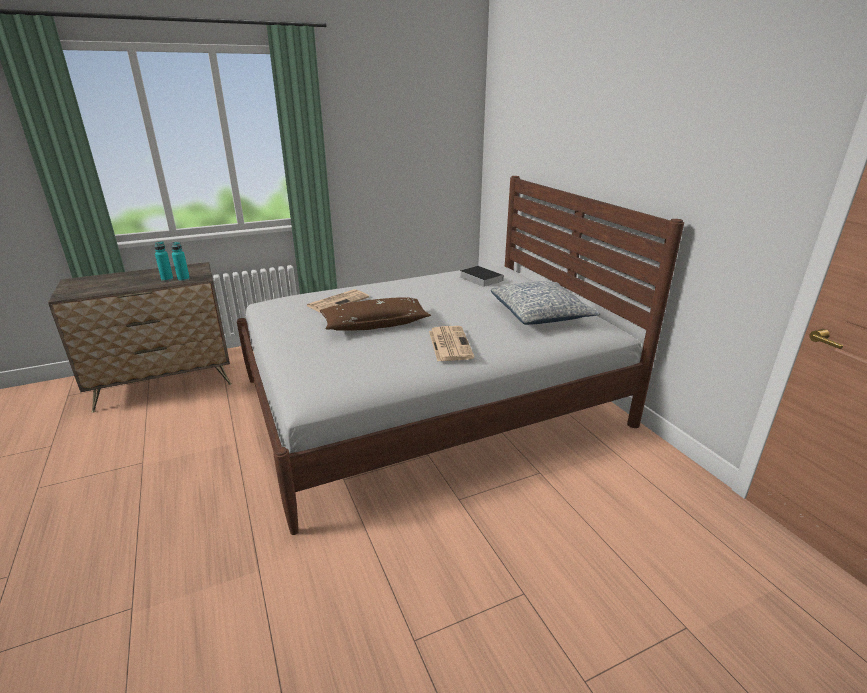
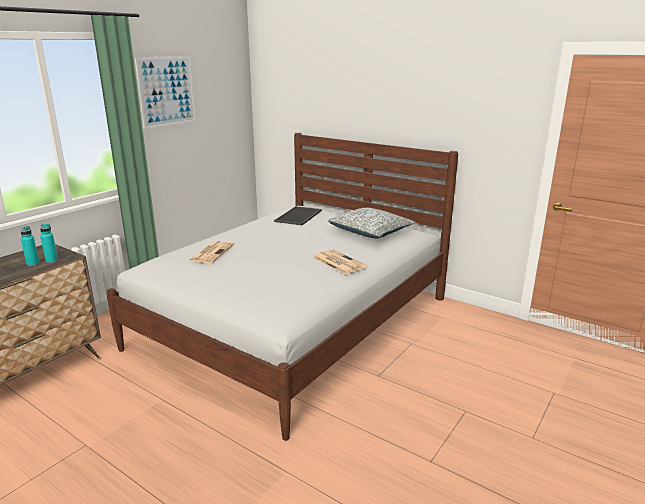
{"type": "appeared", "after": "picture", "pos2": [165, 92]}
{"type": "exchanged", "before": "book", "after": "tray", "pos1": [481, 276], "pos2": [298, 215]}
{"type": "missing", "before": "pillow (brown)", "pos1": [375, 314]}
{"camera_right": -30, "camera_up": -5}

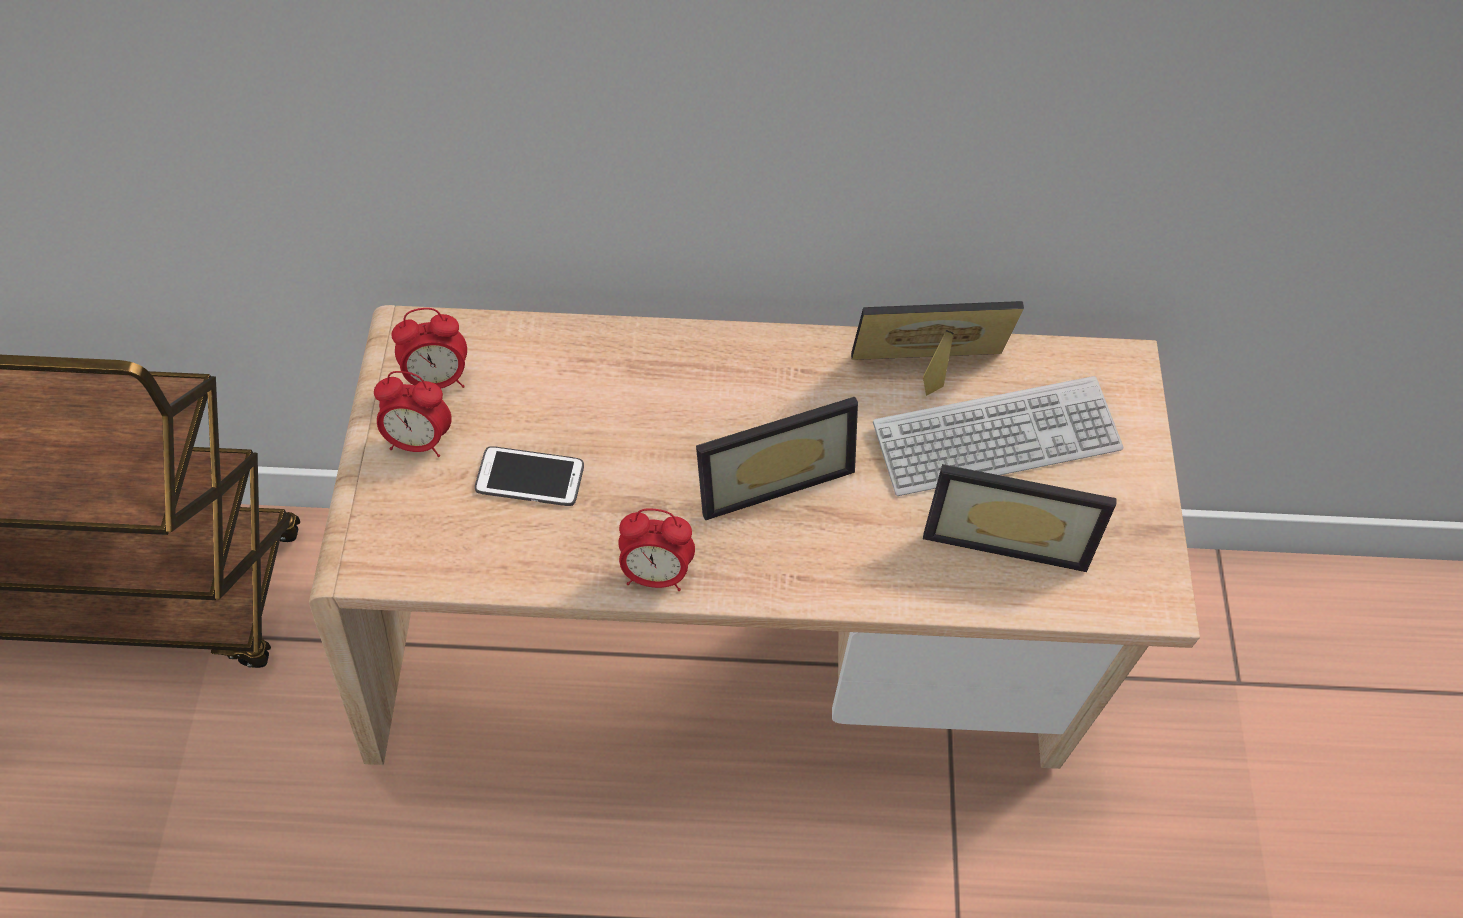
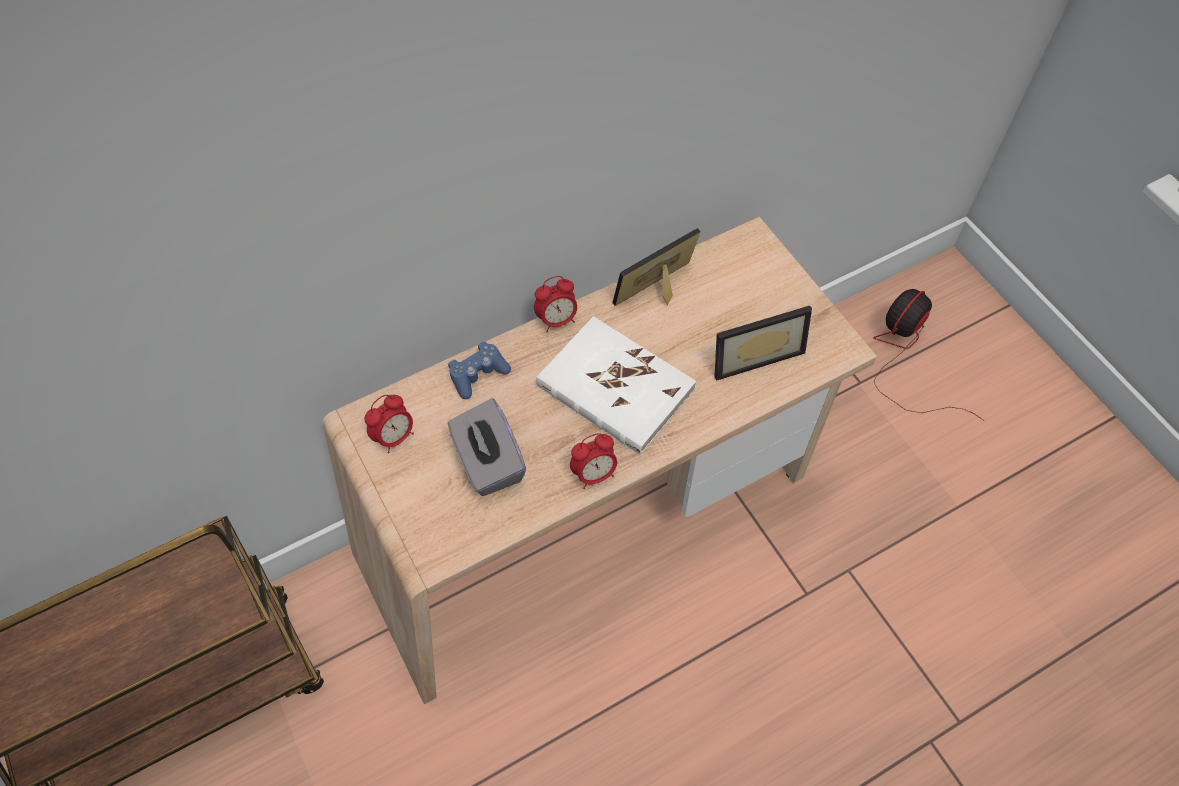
{"type": "exchanged", "before": "phone", "after": "tissue box (grey)", "pos1": [529, 476], "pos2": [486, 447]}
{"type": "appeared", "after": "game controller (blue)", "pos2": [479, 370]}
{"type": "relocated", "before": "alarm clock", "pos1": [413, 414], "pos2": [555, 304]}
{"type": "exchanged", "before": "picture frame", "after": "book (white)", "pos1": [777, 458], "pos2": [616, 385]}
{"type": "appeared", "after": "fan", "pos2": [929, 355]}
{"type": "missing", "before": "keyboard", "pos1": [998, 436]}
{"camera_right": -30, "camera_up": 0}

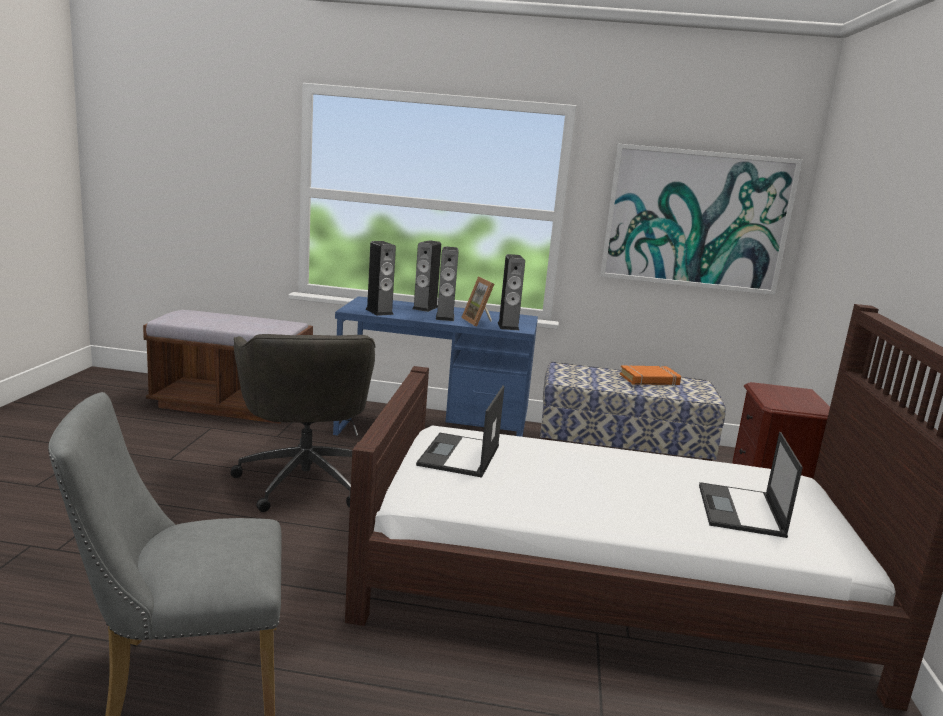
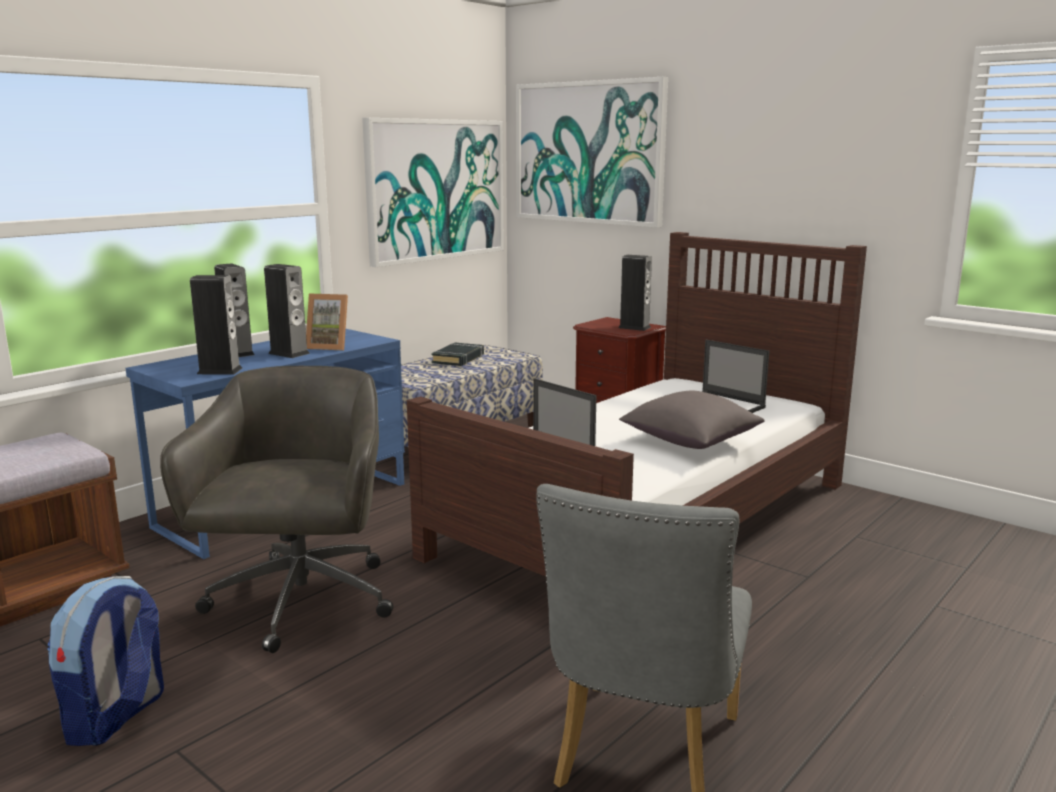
{"type": "appeared", "after": "backpack", "pos2": [105, 661]}
{"type": "spun", "before": "office chair (grey)", "pos1": [303, 423], "pos2": [276, 509], "turn": -105}
{"type": "colour", "before": "book (orange)", "after": "book (black)", "pos1": [650, 375], "pos2": [457, 354]}
{"type": "appeared", "after": "picture", "pos2": [592, 152]}
{"type": "relocated", "before": "speaker", "pos1": [511, 292], "pos2": [635, 293]}
{"type": "appeared", "after": "pillow (grey)", "pos2": [692, 420]}
{"camera_right": -55, "camera_up": 0}

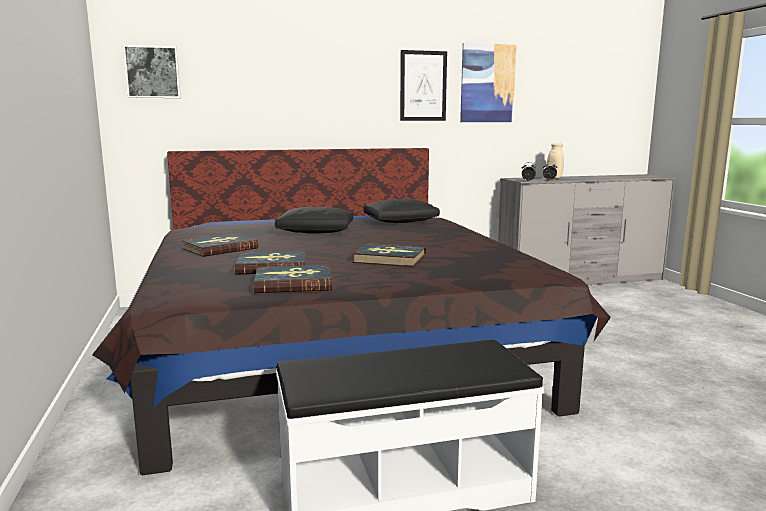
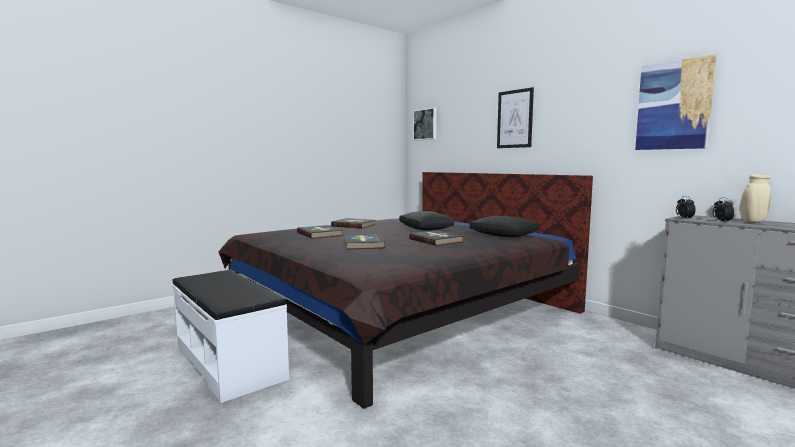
{"type": "relocated", "before": "book", "pos1": [292, 278], "pos2": [436, 238]}
{"type": "relocated", "before": "picture", "pos1": [423, 85], "pos2": [515, 117]}
{"camera_right": 65, "camera_up": -5}

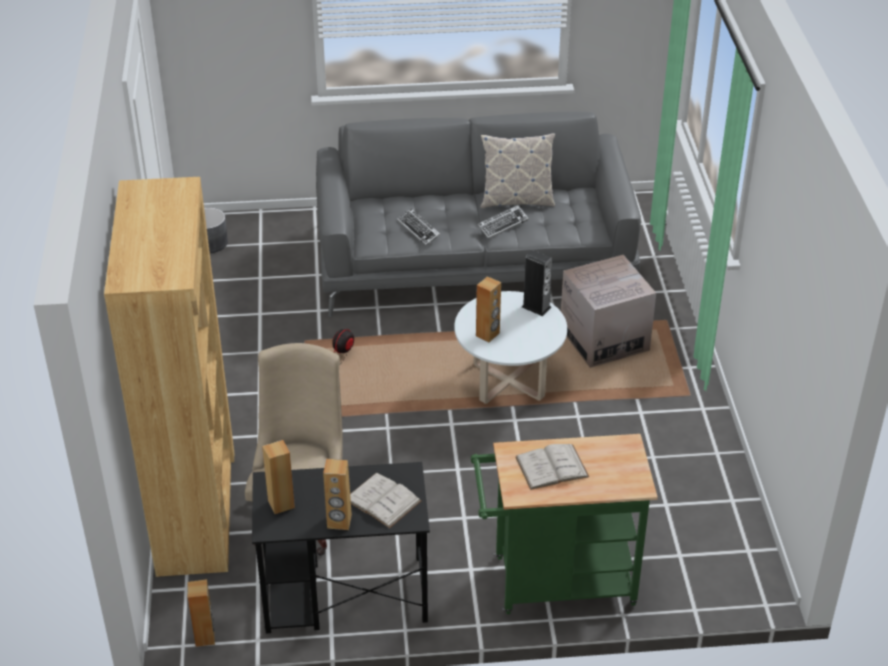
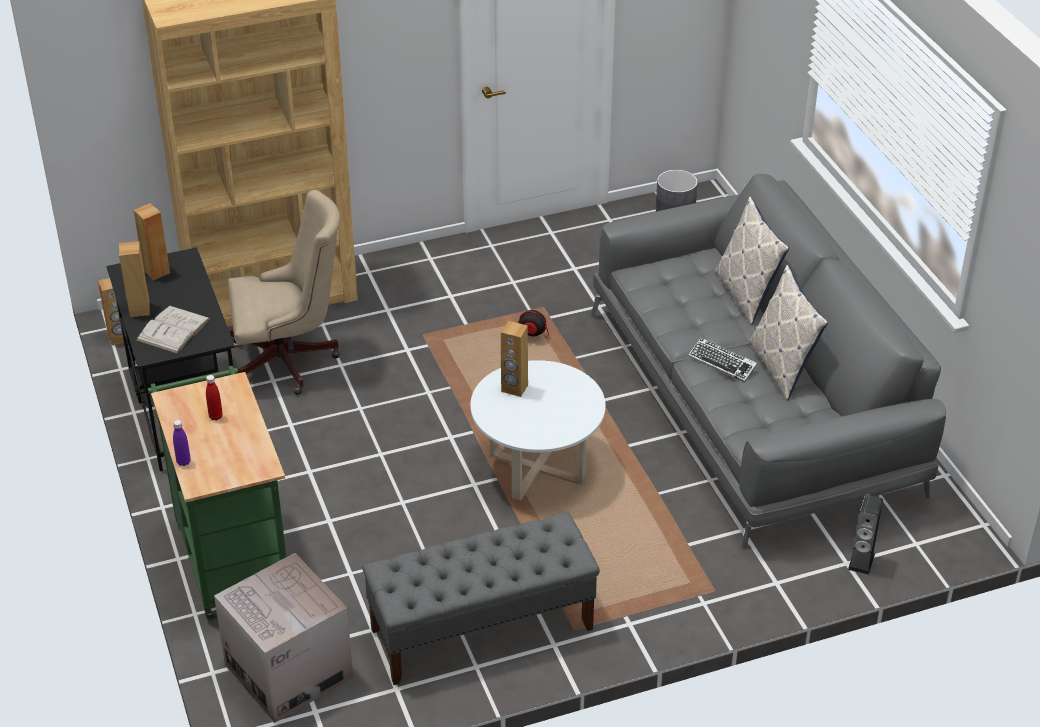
{"type": "appeared", "after": "bottle (purple)", "pos2": [182, 443]}
{"type": "exchanged", "before": "book (white)", "after": "bottle (red)", "pos1": [552, 467], "pos2": [214, 397]}
{"type": "relocated", "before": "cardboard box", "pos1": [608, 311], "pos2": [283, 638]}
{"type": "appeared", "after": "bench (grey)", "pos2": [481, 598]}
{"type": "appeared", "after": "pillow", "pos2": [752, 260]}
{"type": "relocated", "before": "speaker", "pos1": [537, 283], "pos2": [865, 534]}
{"type": "missing", "before": "keyboard", "pos1": [419, 227]}
{"camera_right": 75, "camera_up": 0}

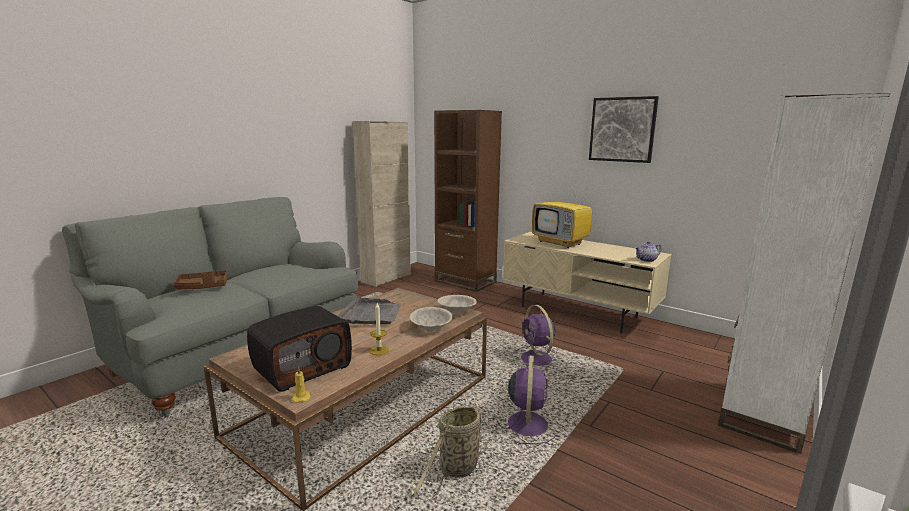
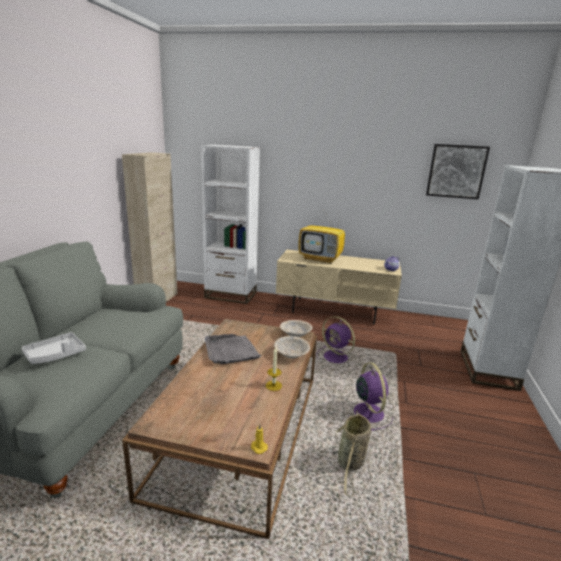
{"type": "colour", "before": "tray (brown)", "after": "tray (grey)", "pos1": [201, 279], "pos2": [53, 348]}
{"type": "colour", "before": "bookcase (brown)", "after": "bookcase (white)", "pos1": [468, 201], "pos2": [230, 224]}
{"type": "relocated", "before": "picture", "pos1": [624, 129], "pos2": [458, 171]}
{"type": "missing", "before": "radio", "pos1": [299, 349]}
{"camera_right": -25, "camera_up": 5}

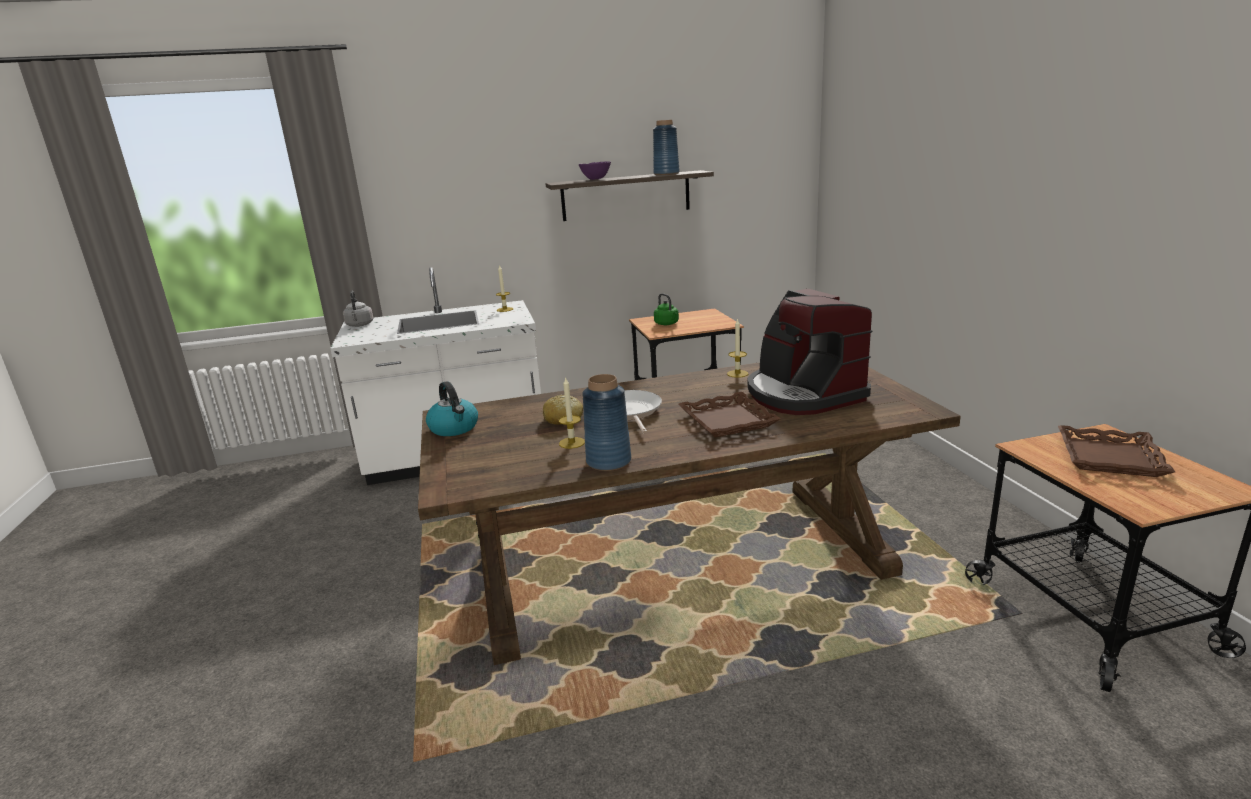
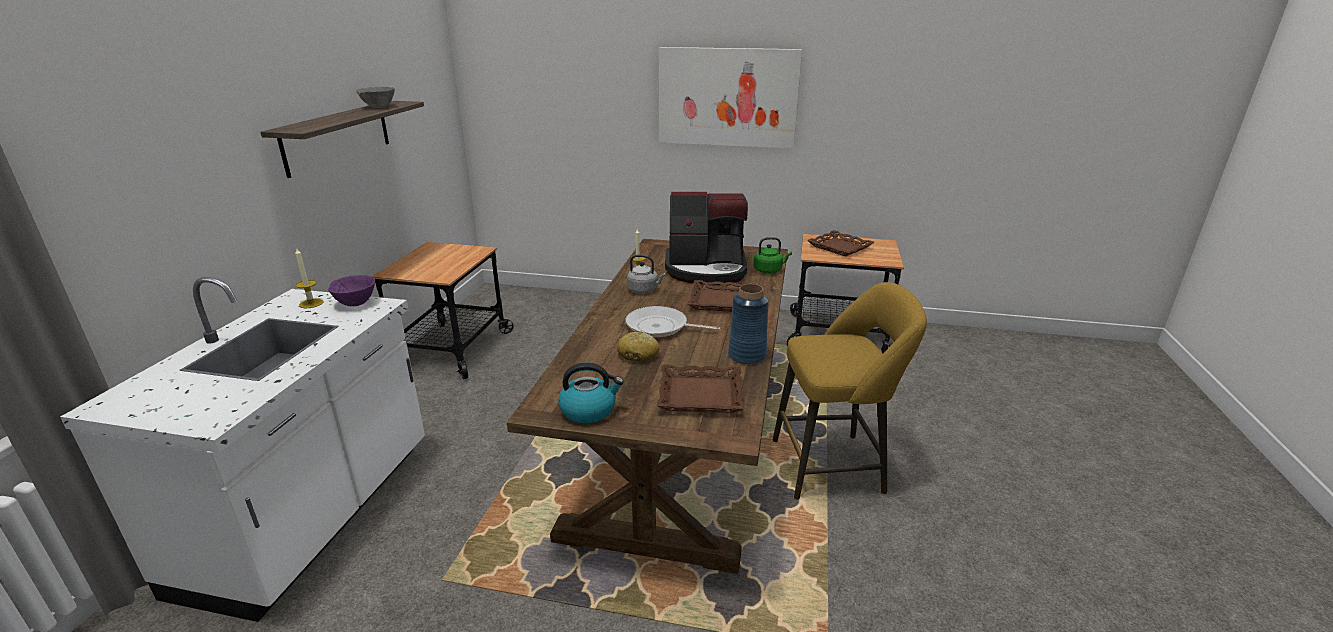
{"type": "relocated", "before": "bowl (purple)", "pos1": [595, 171], "pos2": [351, 290]}
{"type": "exchanged", "before": "vase (blue)", "after": "bowl (grey)", "pos1": [666, 147], "pos2": [375, 97]}
{"type": "relocated", "before": "kettle (grey)", "pos1": [358, 308], "pos2": [646, 273]}
{"type": "appeared", "after": "tray (brown)", "pos2": [701, 389]}
{"type": "appeared", "after": "picture", "pos2": [730, 98]}
{"type": "relocated", "before": "kettle (green)", "pos1": [666, 309], "pos2": [772, 255]}
{"type": "appeared", "after": "stool (yellow)", "pos2": [850, 391]}
{"type": "missing", "before": "candle", "pos1": [572, 413]}
{"camera_right": -65, "camera_up": 5}

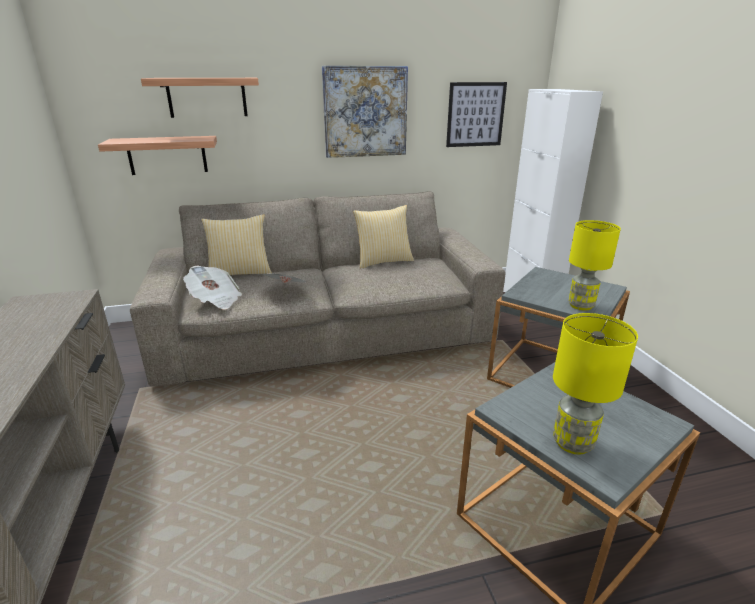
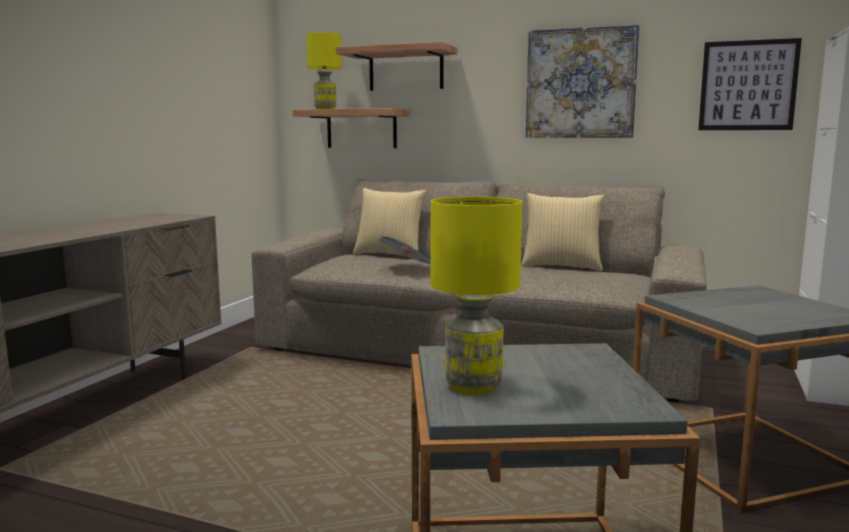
{"type": "relocated", "before": "table lamp (yellow)", "pos1": [595, 265], "pos2": [323, 70]}
{"type": "missing", "before": "newspaper", "pos1": [212, 287]}
{"camera_right": 35, "camera_up": -15}

